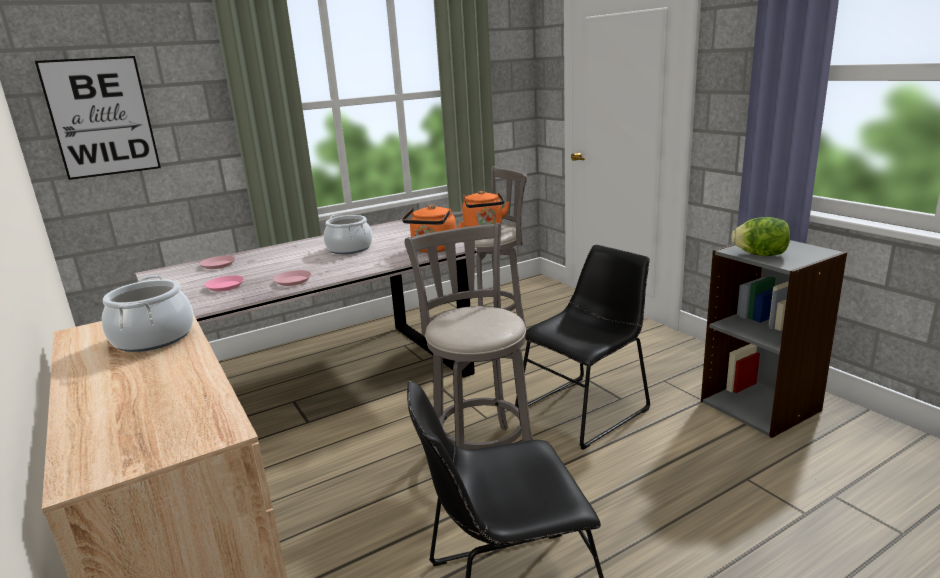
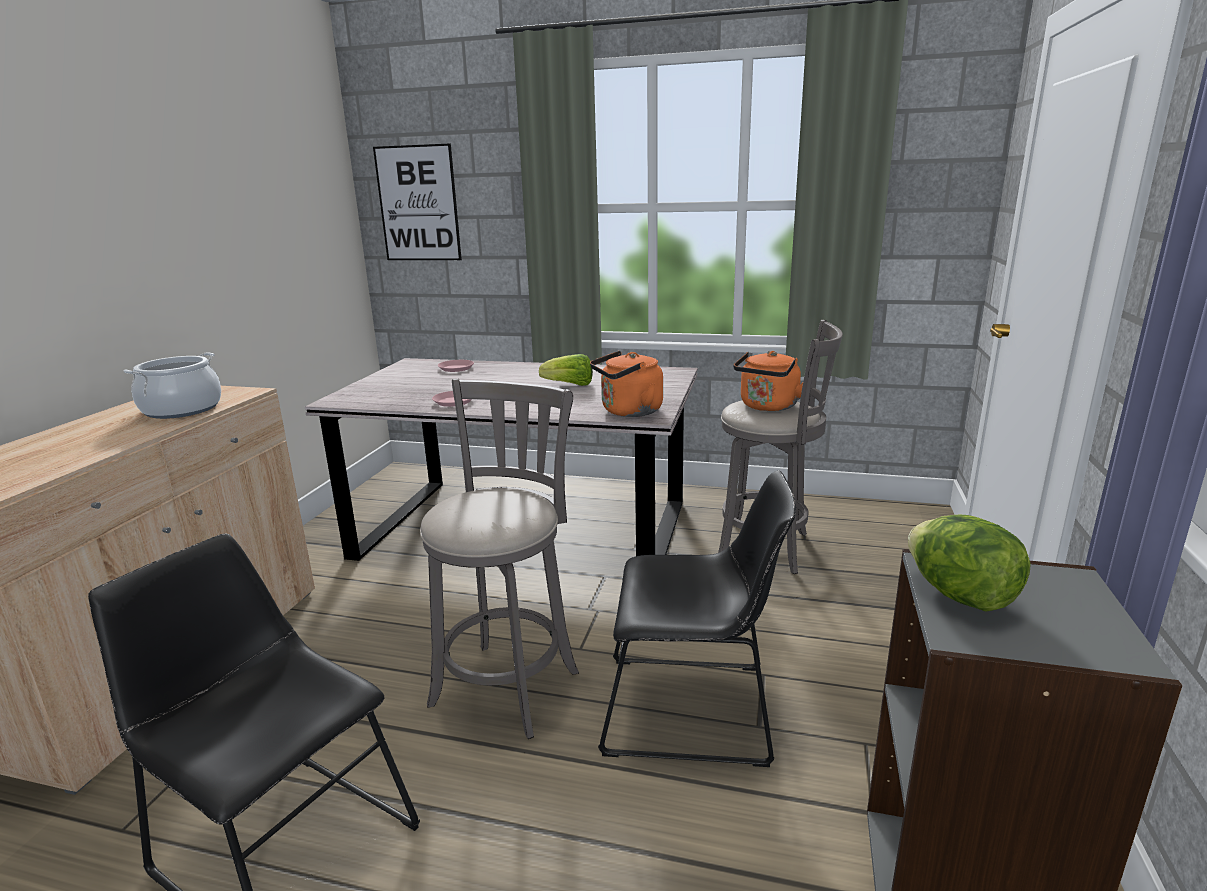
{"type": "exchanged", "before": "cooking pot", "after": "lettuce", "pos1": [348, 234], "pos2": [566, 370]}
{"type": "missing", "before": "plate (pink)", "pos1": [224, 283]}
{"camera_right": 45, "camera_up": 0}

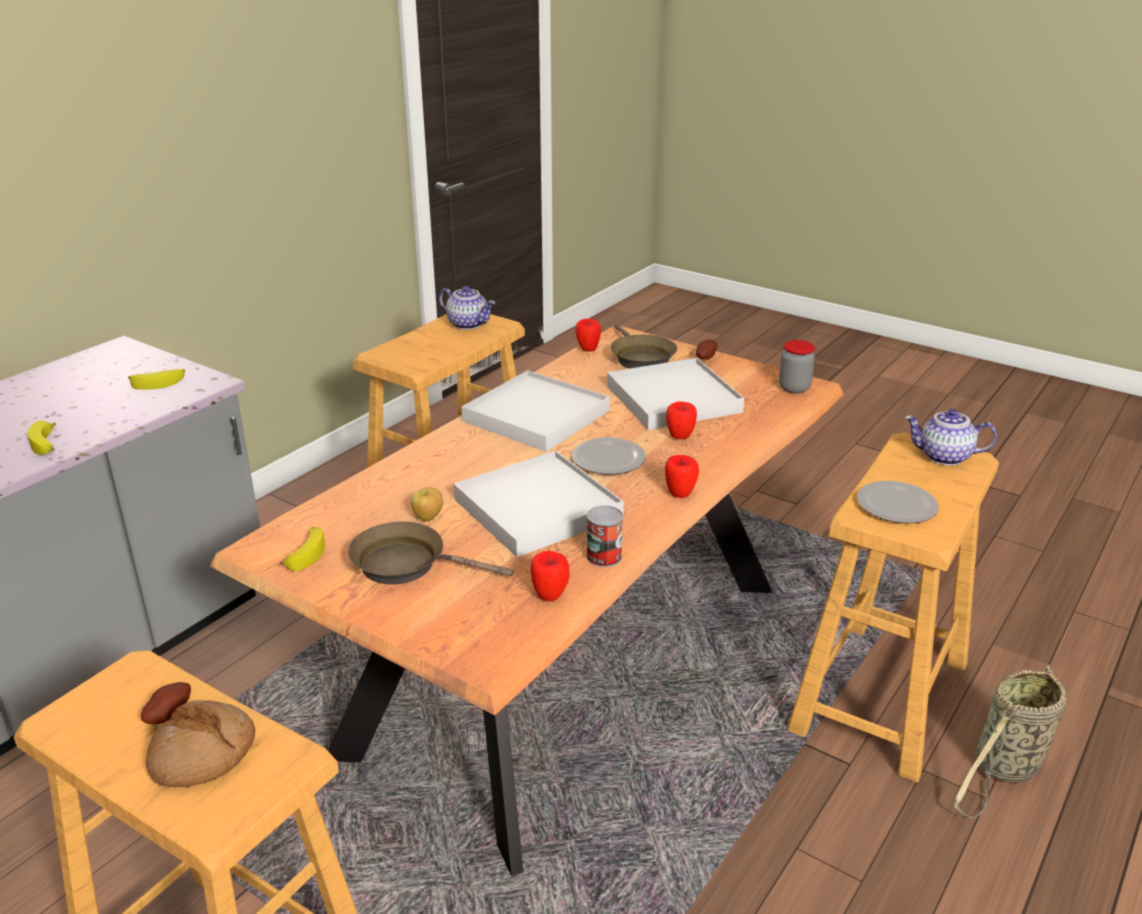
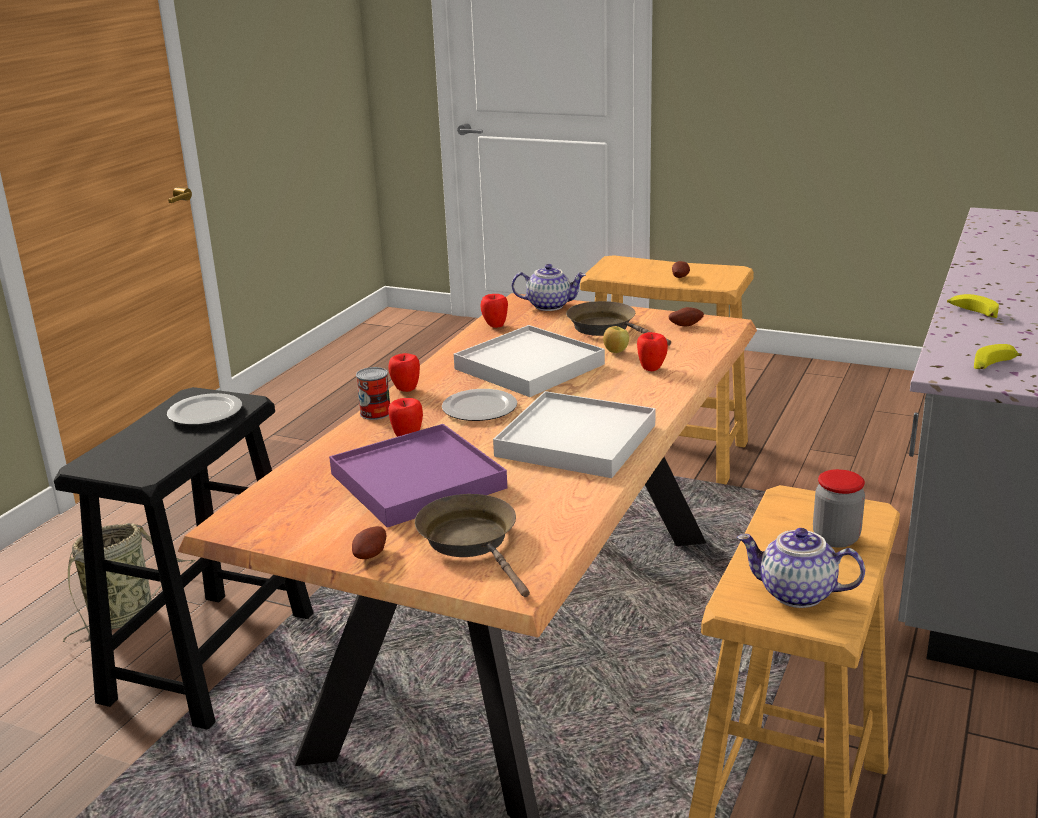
{"type": "colour", "before": "stool (beige)", "after": "stool (black)", "pos1": [893, 607], "pos2": [183, 558]}
{"type": "colour", "before": "tray (white)", "after": "tray (purple)", "pos1": [675, 394], "pos2": [418, 476]}
{"type": "relocated", "before": "can", "pos1": [604, 536], "pos2": [373, 393]}
{"type": "relocated", "before": "teapot", "pos1": [950, 437], "pos2": [549, 287]}
{"type": "spun", "before": "frying pan (brown)", "pos1": [430, 552], "pos2": [618, 323], "turn": -135}
{"type": "relocated", "before": "apple", "pos1": [588, 335], "pos2": [652, 351]}
{"type": "exchanged", "before": "banana", "after": "potato", "pos1": [302, 549], "pos2": [686, 317]}
{"type": "relocated", "before": "jar", "pos1": [797, 367], "pos2": [839, 508]}
{"type": "missing", "before": "bread", "pos1": [201, 743]}
{"camera_right": 170, "camera_up": -5}

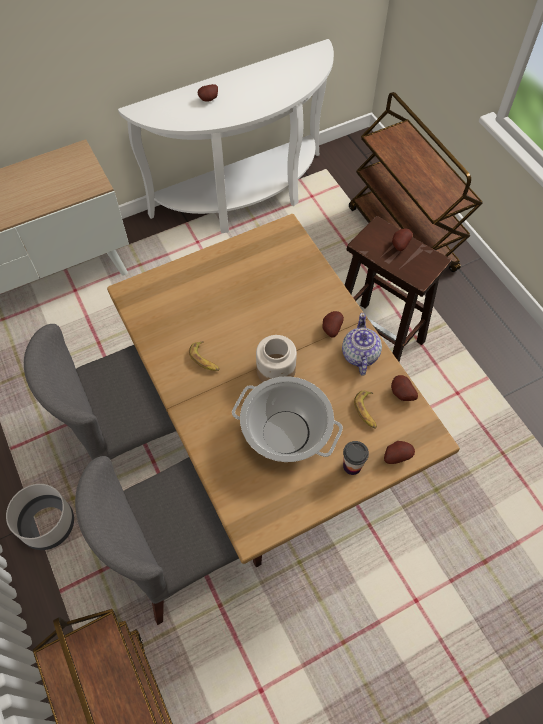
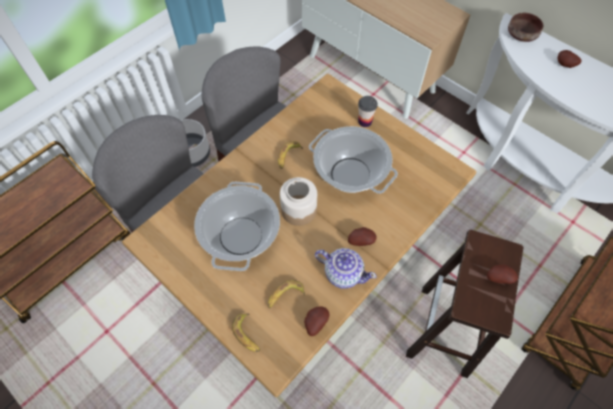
{"type": "exchanged", "before": "potato", "after": "banana", "pos1": [399, 452], "pos2": [246, 333]}
{"type": "appeared", "after": "cooking pot", "pos2": [353, 160]}
{"type": "spun", "before": "teapot", "pos1": [362, 344], "pos2": [346, 268], "turn": 45}
{"type": "relocated", "before": "cup", "pos1": [356, 458], "pos2": [368, 111]}
{"type": "appeared", "after": "bowl (brown)", "pos2": [525, 27]}
{"camera_right": 70, "camera_up": 0}

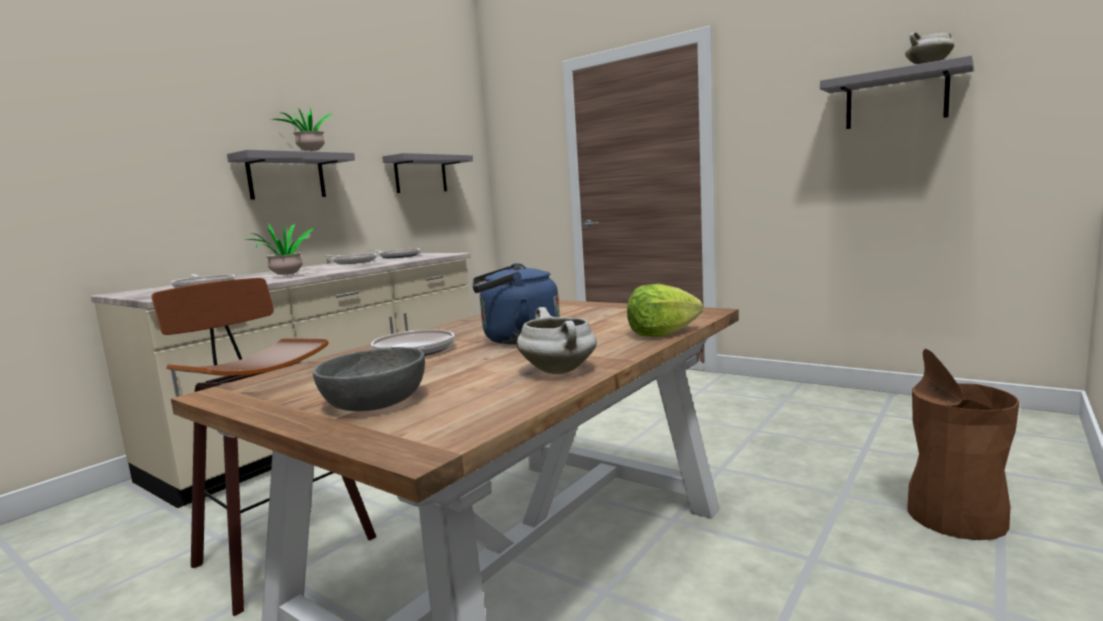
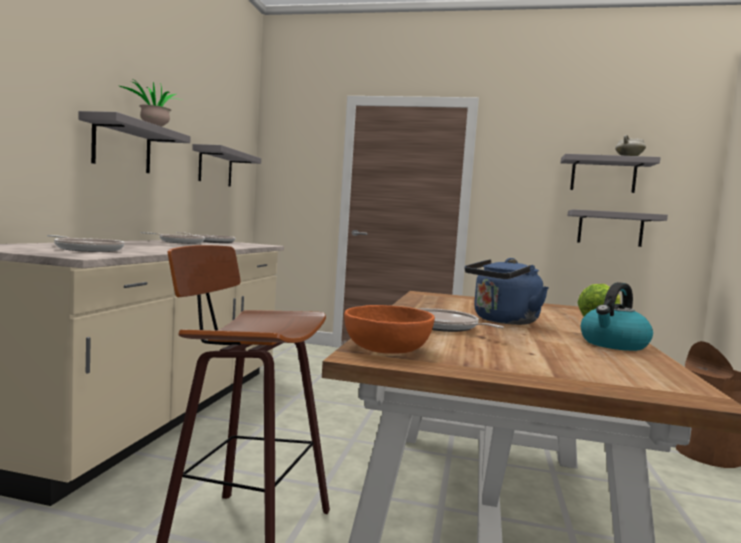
{"type": "appeared", "after": "bowl (orange)", "pos2": [389, 329]}
{"type": "appeared", "after": "shelf (grey)", "pos2": [618, 228]}
{"type": "exchanged", "before": "cooking pot (white)", "after": "kettle", "pos1": [557, 340], "pos2": [617, 316]}
{"type": "missing", "before": "potted plant", "pos1": [281, 250]}
{"type": "missing", "before": "bowl (grey)", "pos1": [369, 379]}
{"camera_right": -25, "camera_up": -5}

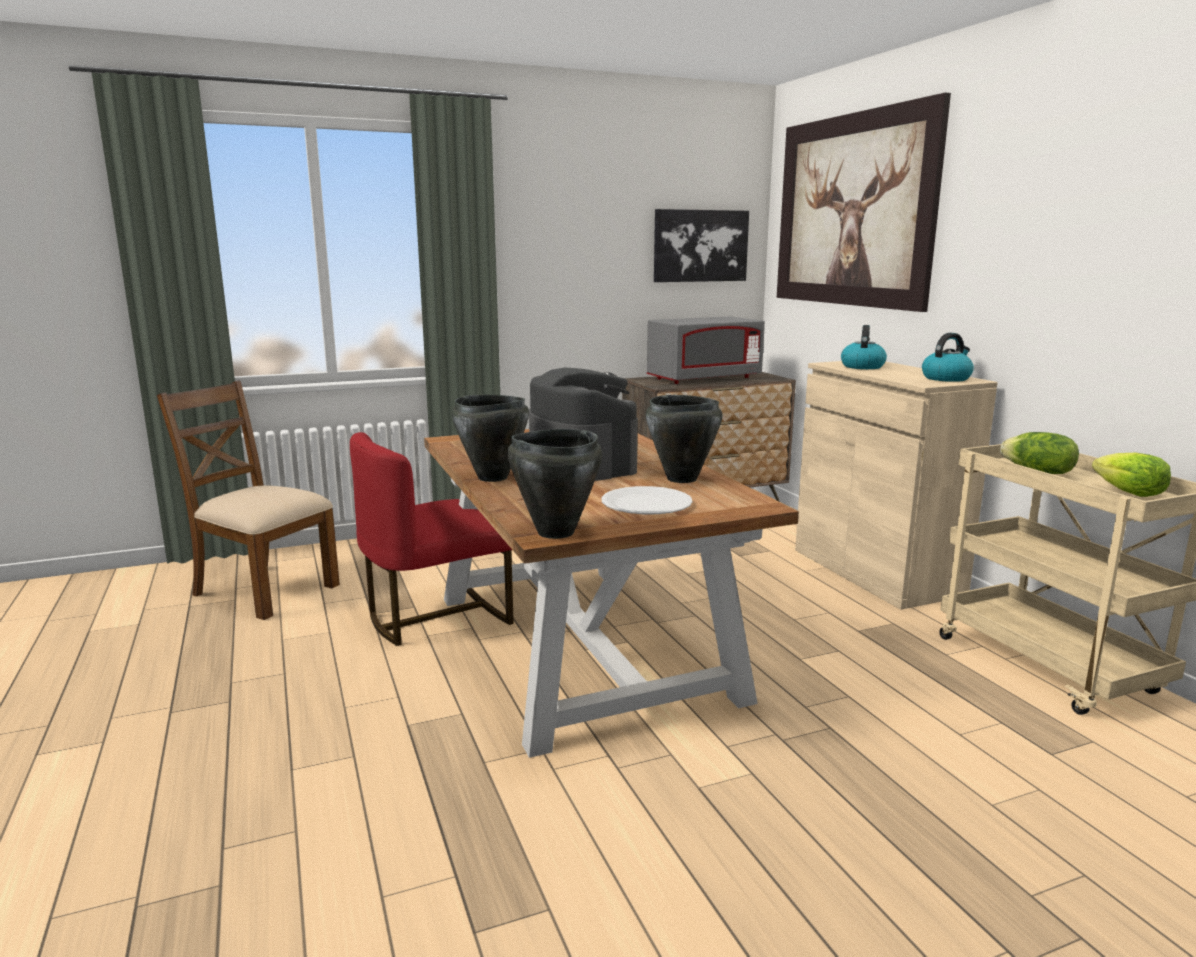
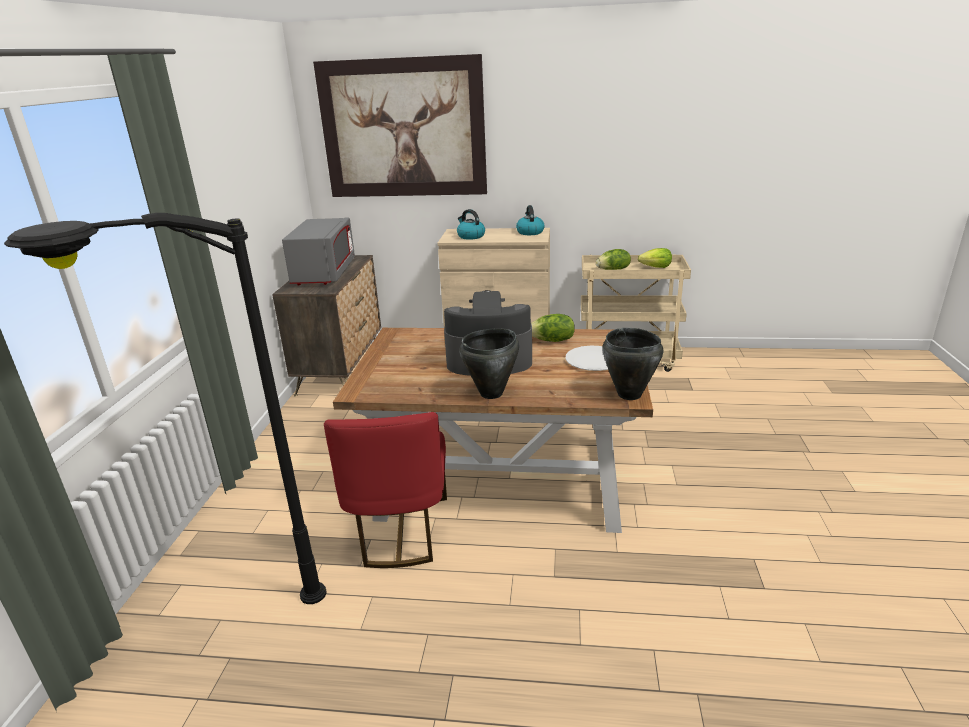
{"type": "exchanged", "before": "chair (brown)", "after": "floor lamp (black)", "pos1": [248, 500], "pos2": [165, 408]}
{"type": "exchanged", "before": "cooking pot (black)", "after": "lettuce", "pos1": [684, 439], "pos2": [553, 328]}
{"type": "missing", "before": "picture", "pos1": [701, 245]}
{"camera_right": -60, "camera_up": 10}

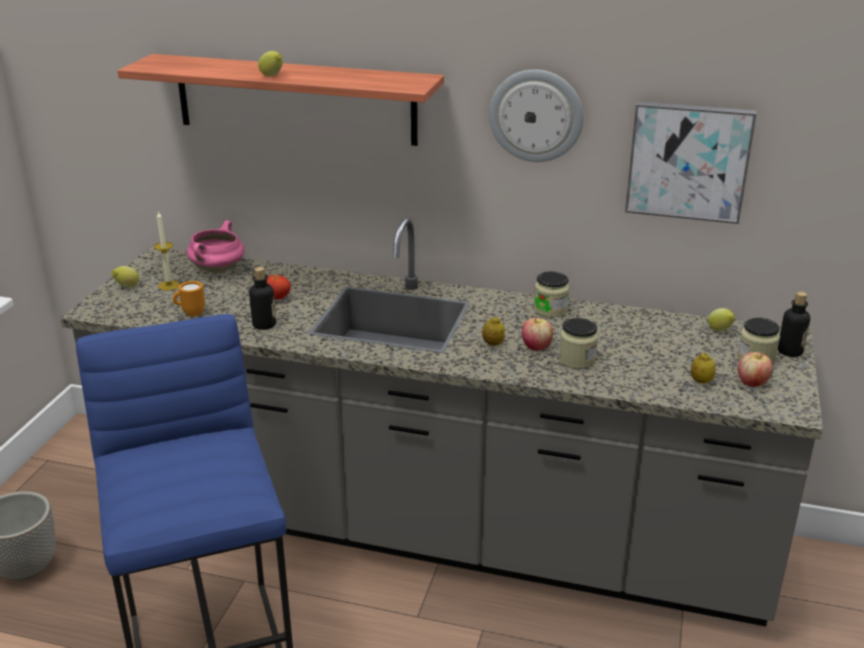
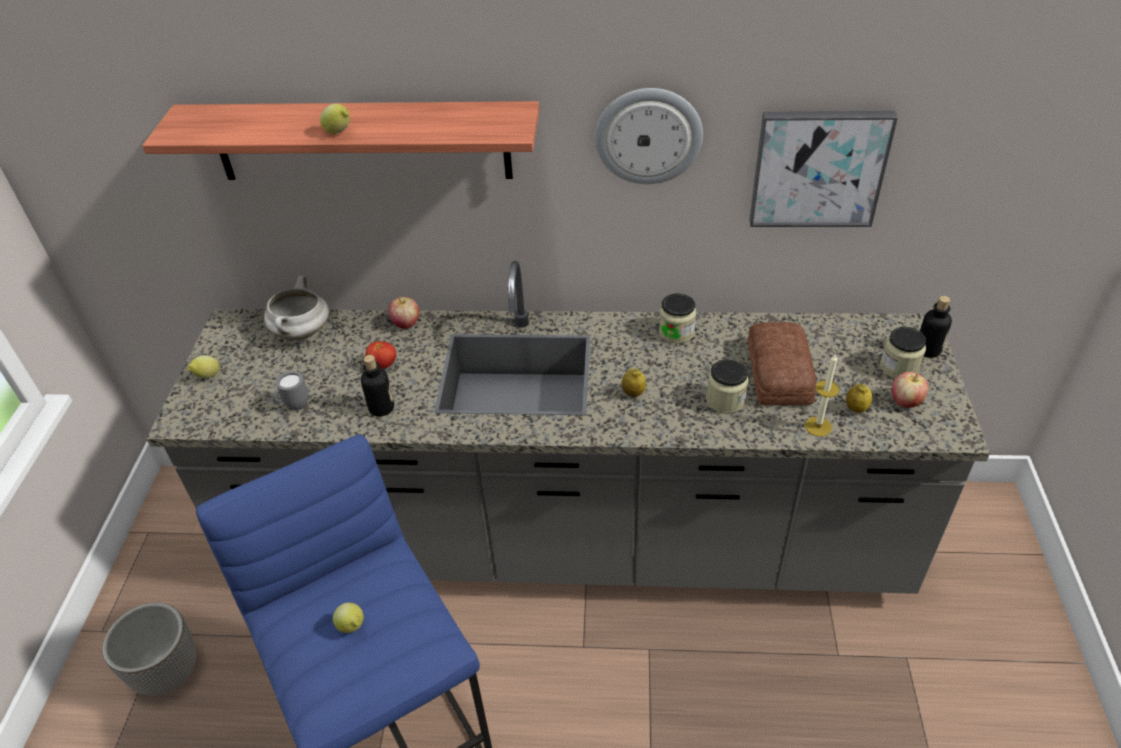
{"type": "colour", "before": "cooking pot (pink)", "after": "cooking pot (white)", "pos1": [215, 246], "pos2": [296, 307]}
{"type": "colour", "before": "mug (orange)", "after": "mug (grey)", "pos1": [189, 298], "pos2": [290, 390]}
{"type": "relocated", "before": "lemon", "pos1": [721, 319], "pos2": [348, 618]}
{"type": "relocated", "before": "apple", "pos1": [537, 333], "pos2": [403, 312]}
{"type": "appeared", "after": "bread", "pos2": [782, 363]}
{"type": "relocated", "before": "candle", "pos1": [167, 251], "pos2": [822, 395]}
{"camera_right": -10, "camera_up": 15}

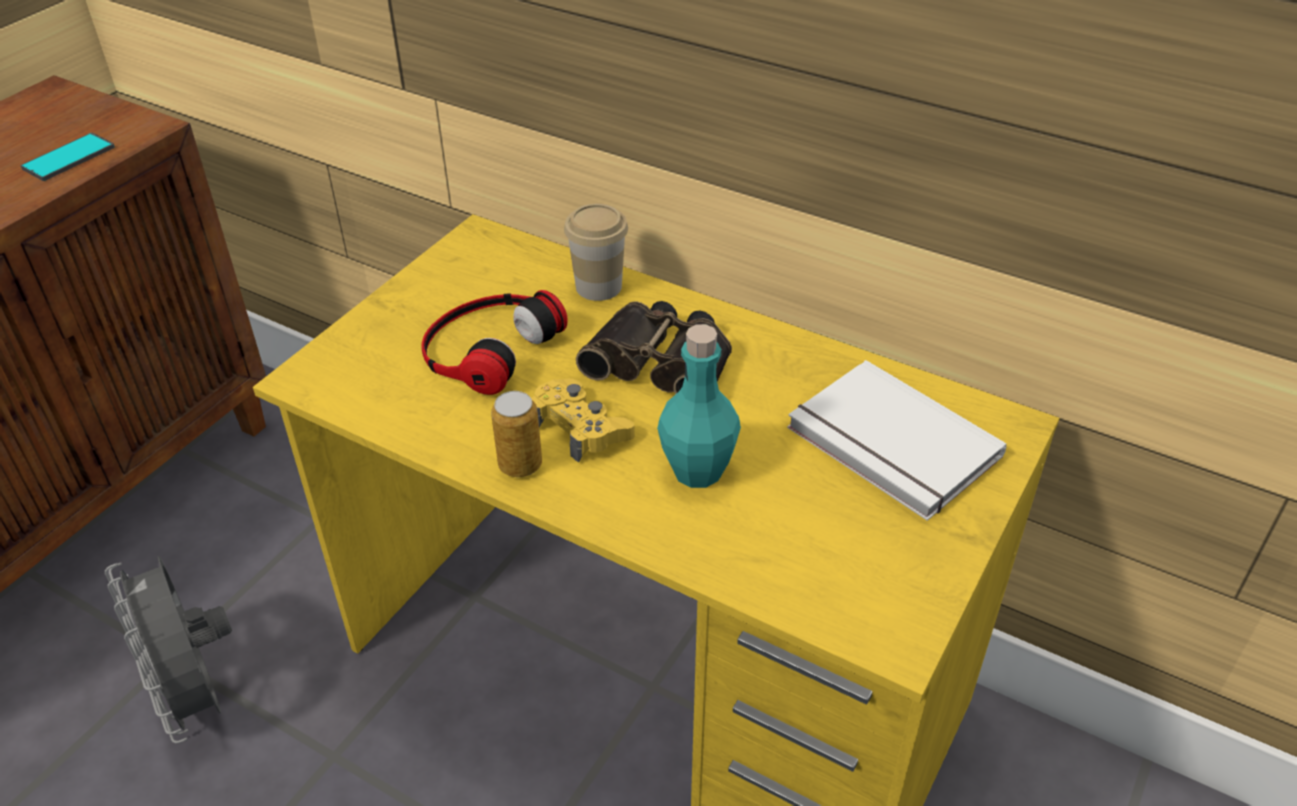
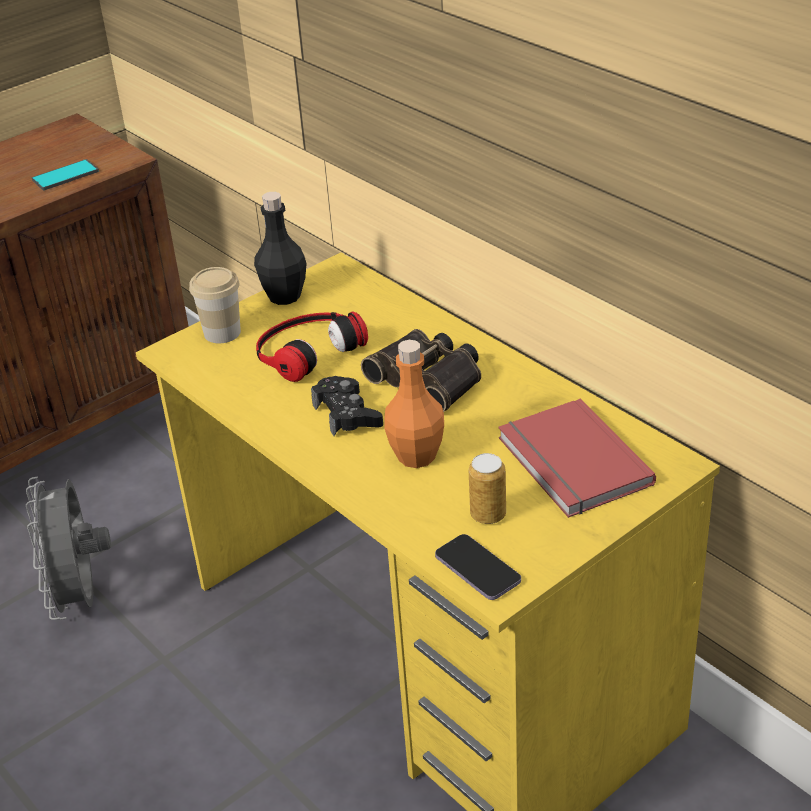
{"type": "relocated", "before": "cup", "pos1": [596, 252], "pos2": [215, 305]}
{"type": "appeared", "after": "bottle (black)", "pos2": [280, 248]}
{"type": "colour", "before": "game controller (yellow)", "after": "game controller (black)", "pos1": [583, 421], "pos2": [347, 406]}
{"type": "colour", "before": "bottle (turquoise)", "after": "bottle (orange)", "pos1": [699, 406], "pos2": [414, 404]}
{"type": "appeared", "after": "phone", "pos2": [478, 567]}
{"type": "relocated", "before": "can", "pos1": [516, 434], "pos2": [487, 488]}
{"type": "colour", "before": "book (white)", "after": "book (red)", "pos1": [897, 440], "pos2": [577, 458]}
{"camera_right": 20, "camera_up": -5}

